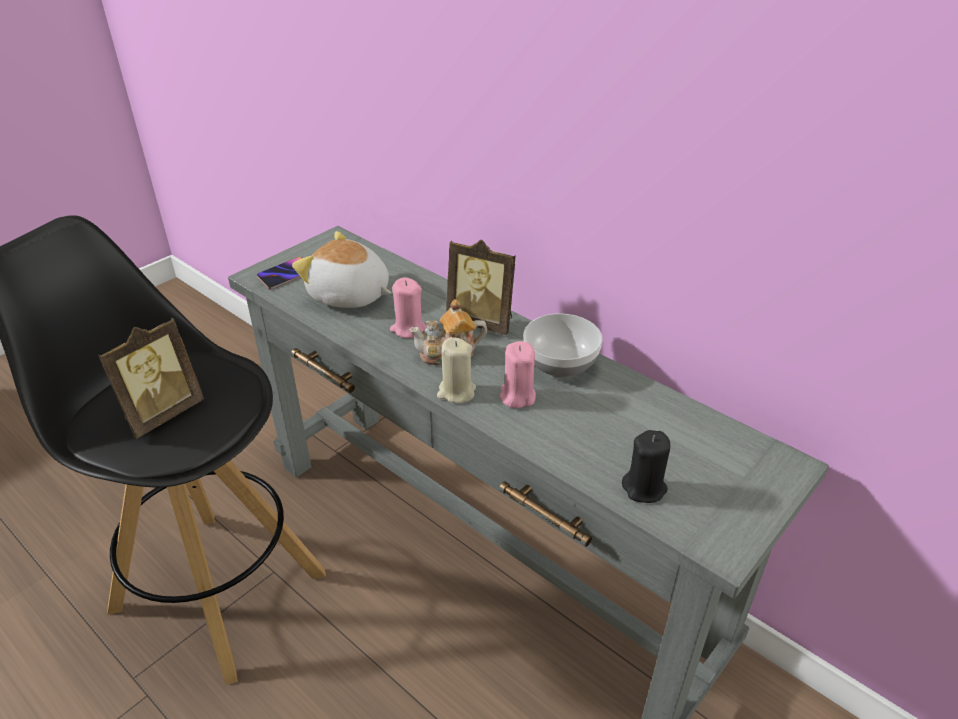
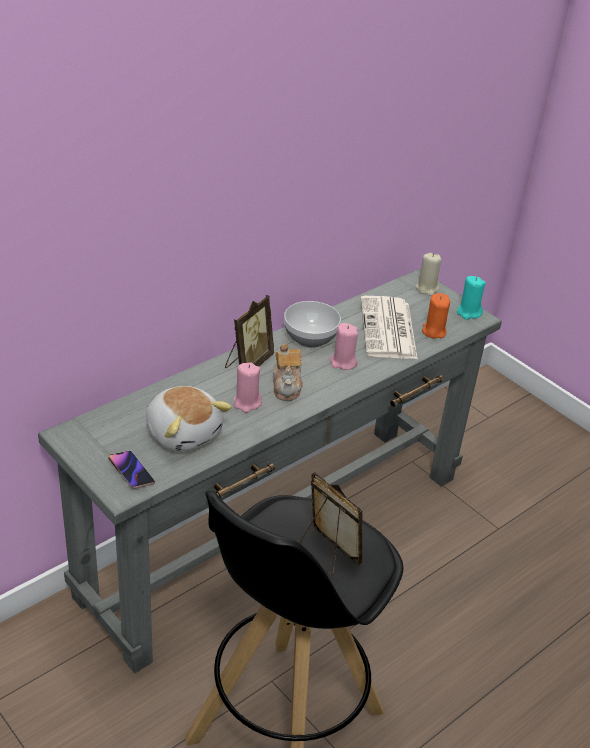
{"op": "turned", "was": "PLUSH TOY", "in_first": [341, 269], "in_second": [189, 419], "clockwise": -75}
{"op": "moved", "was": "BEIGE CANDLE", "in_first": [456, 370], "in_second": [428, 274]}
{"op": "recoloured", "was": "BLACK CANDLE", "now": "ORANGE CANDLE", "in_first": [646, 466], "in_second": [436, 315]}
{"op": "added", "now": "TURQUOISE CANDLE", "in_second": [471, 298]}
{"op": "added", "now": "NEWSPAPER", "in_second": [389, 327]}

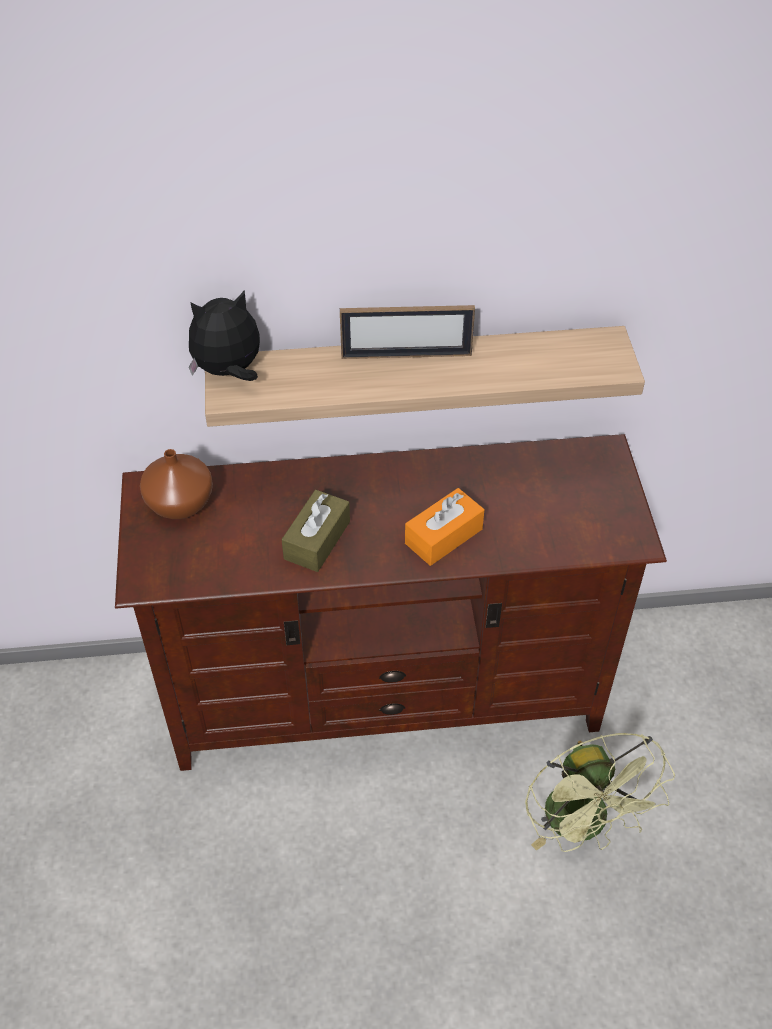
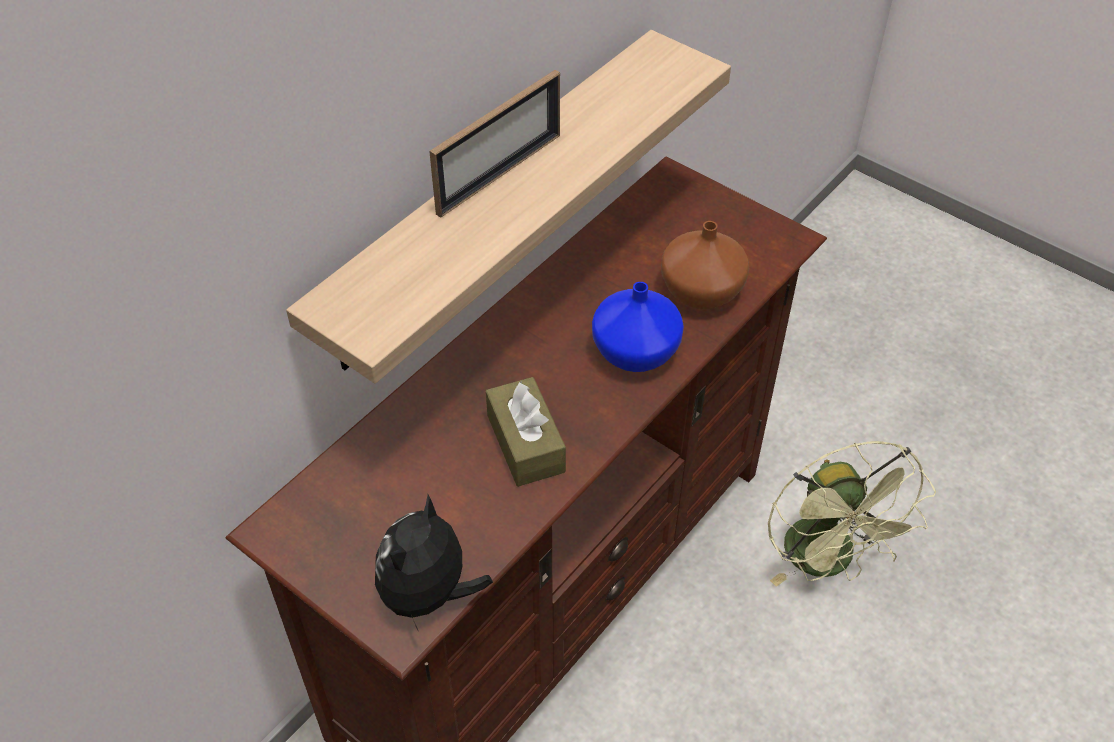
{"op": "moved", "was": "PLUSH TOY", "in_first": [224, 336], "in_second": [434, 563]}
{"op": "moved", "was": "BROWN VASE", "in_first": [176, 484], "in_second": [705, 265]}
{"op": "replaced", "was": "ORANGE TISSUE BOX", "now": "BLUE VASE", "in_first": [444, 527], "in_second": [638, 327]}
{"op": "turned", "was": "GREEN FAN", "in_first": [600, 792], "in_second": [852, 514], "clockwise": 45}

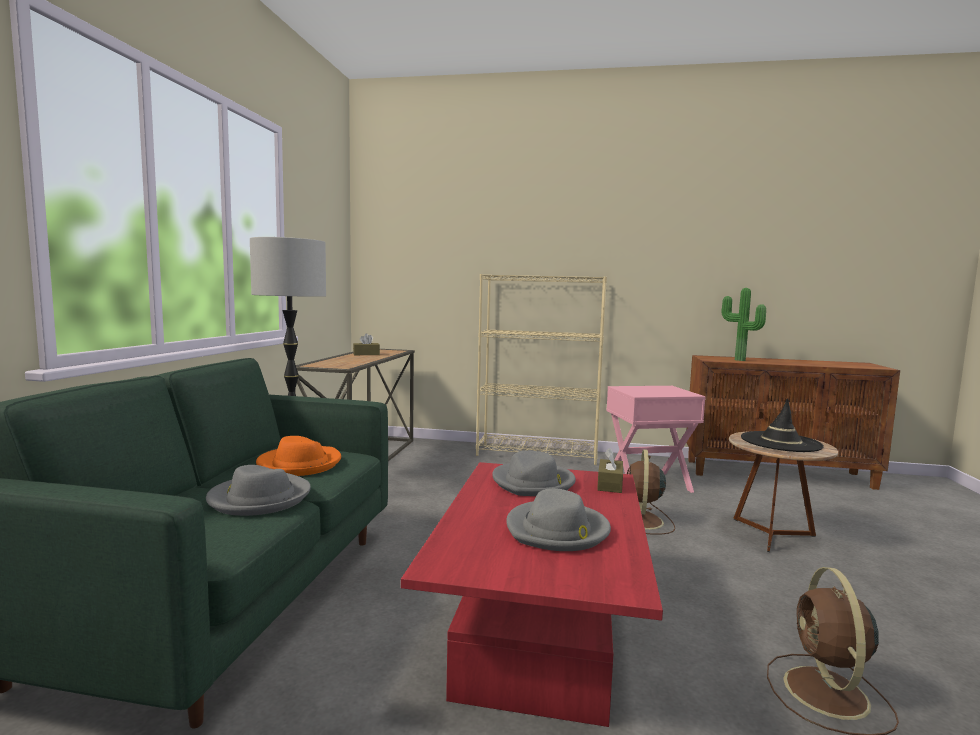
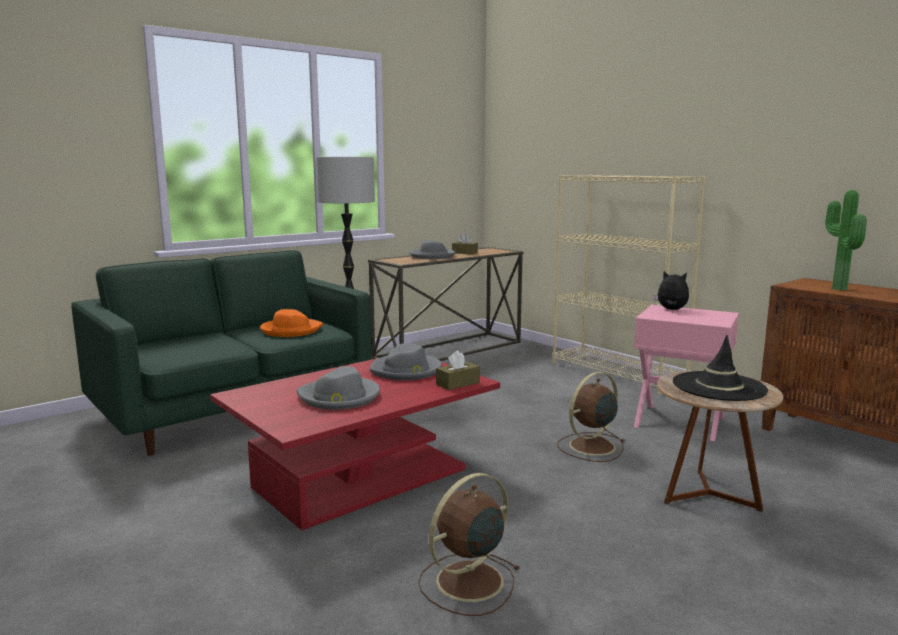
{"op": "moved", "was": "GREY HAT", "in_first": [258, 490], "in_second": [433, 249]}
{"op": "added", "now": "PLUSH TOY", "in_second": [671, 290]}

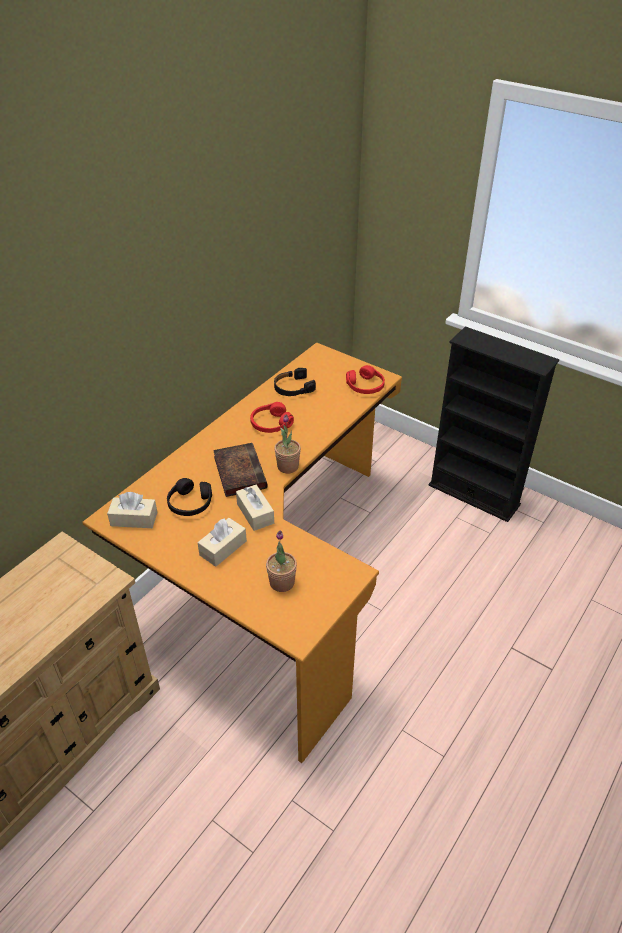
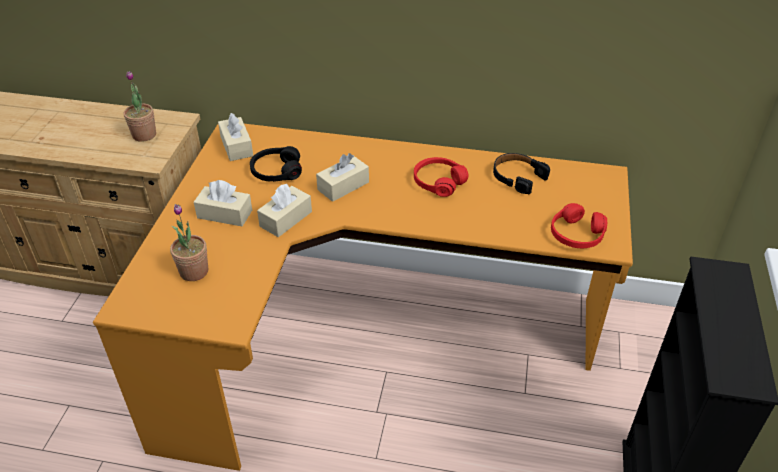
{"op": "moved", "was": "POTTED PLANT", "in_first": [287, 444], "in_second": [140, 106]}
{"op": "replaced", "was": "BOOK", "now": "BEIGE TISSUE BOX", "in_first": [240, 470], "in_second": [342, 177]}

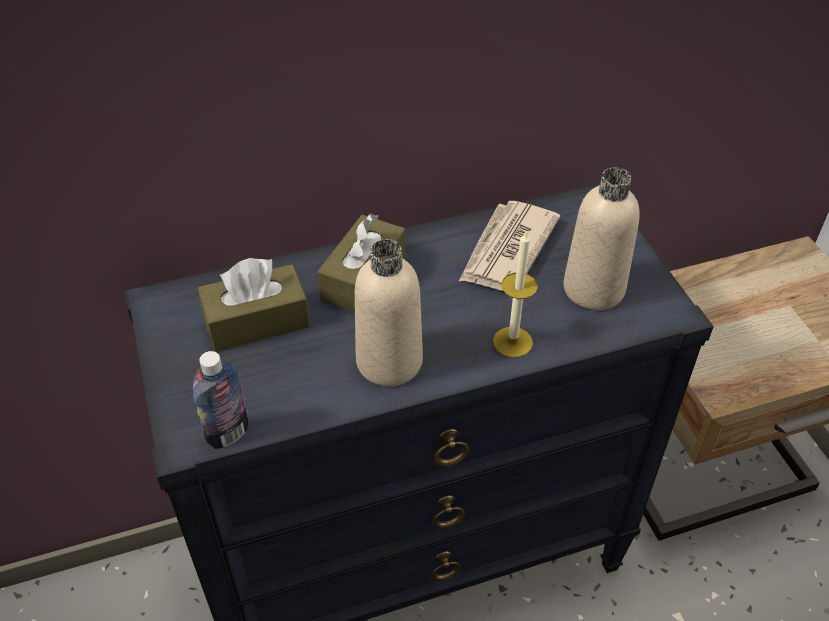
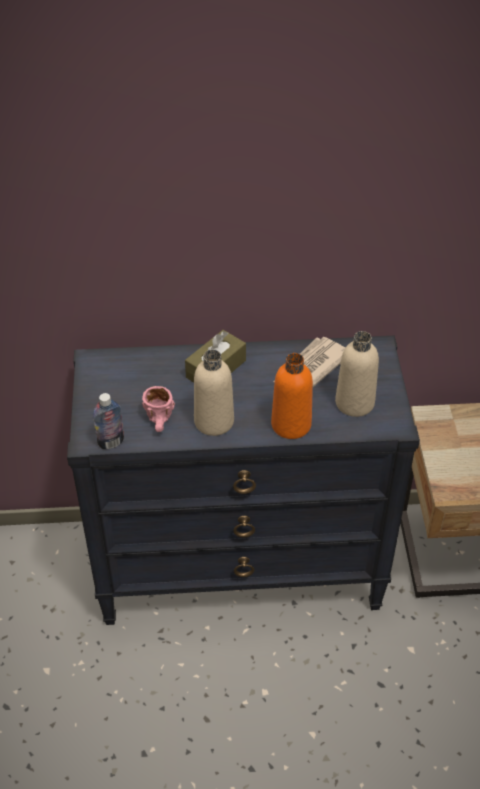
{"op": "replaced", "was": "CANDLE", "now": "ORANGE BOTTLE", "in_first": [515, 295], "in_second": [292, 396]}
{"op": "removed", "was": "BROWN TISSUE BOX", "in_first": [254, 304]}
{"op": "added", "now": "PINK MUG", "in_second": [158, 409]}

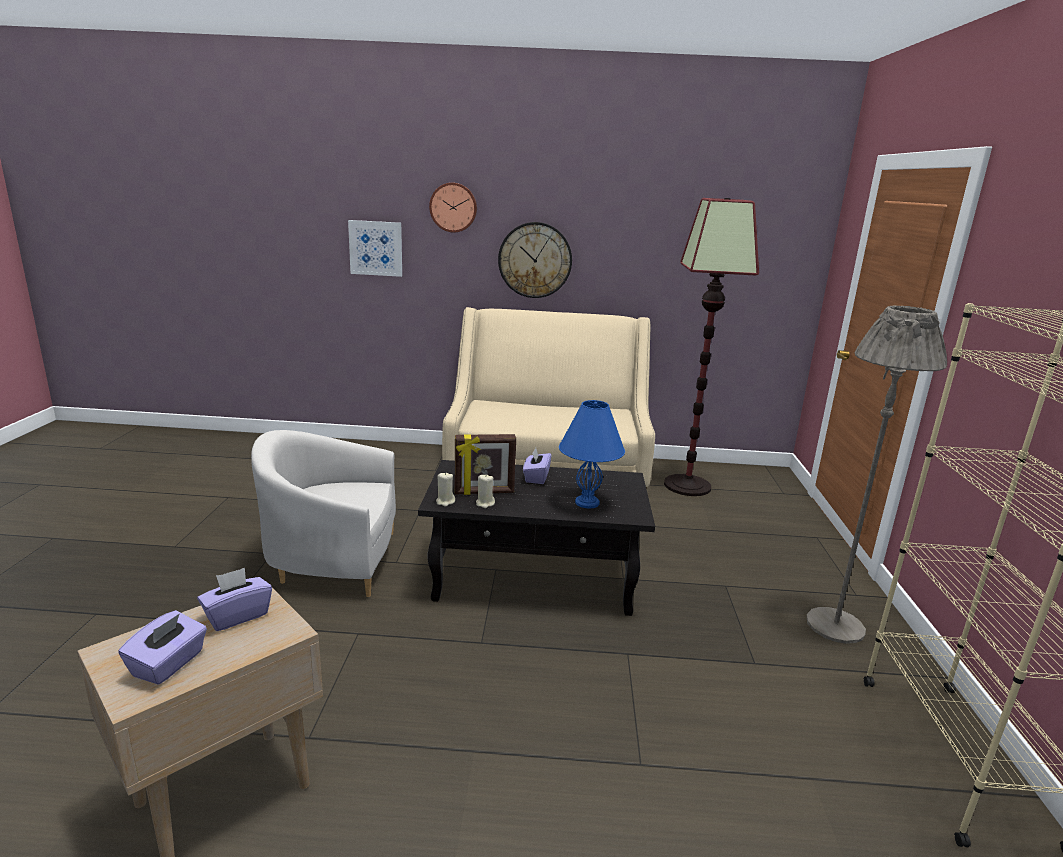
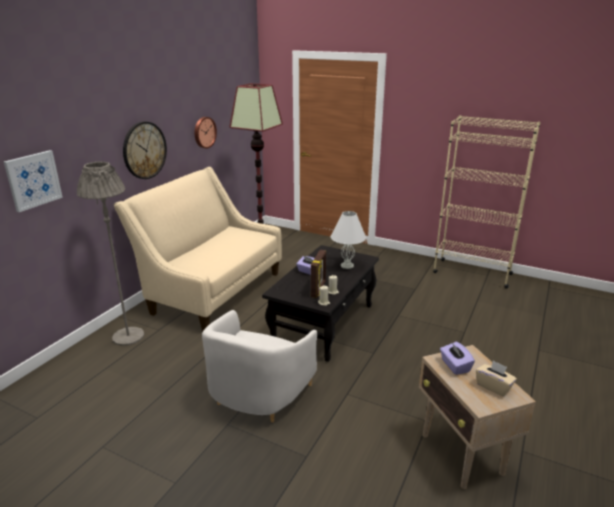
{"op": "moved", "was": "WALL CLOCK", "in_first": [453, 207], "in_second": [206, 133]}
{"op": "moved", "was": "GREY FLOOR LAMP", "in_first": [877, 474], "in_second": [110, 253]}
{"op": "recoloured", "was": "BLUE TABLE LAMP", "now": "WHITE TABLE LAMP", "in_first": [592, 454], "in_second": [348, 240]}
{"op": "recoloured", "was": "PURPLE TISSUE BOX", "now": "BEIGE TISSUE BOX", "in_first": [162, 647], "in_second": [496, 378]}

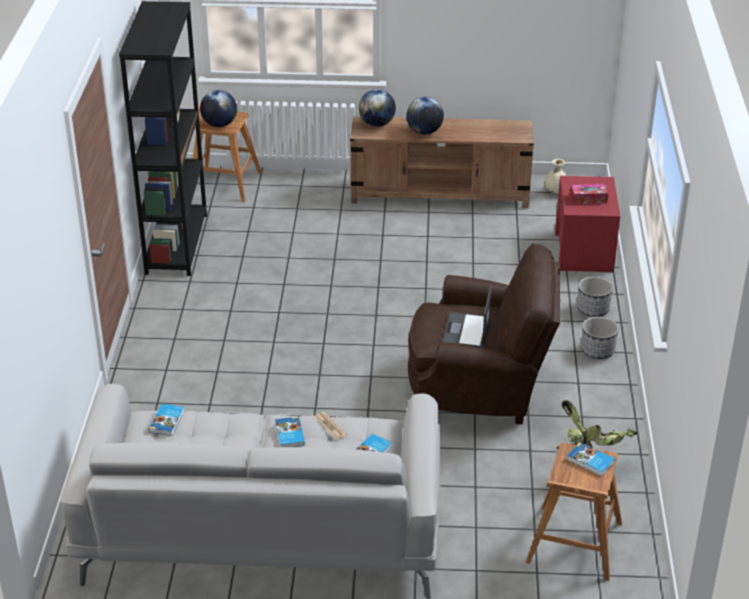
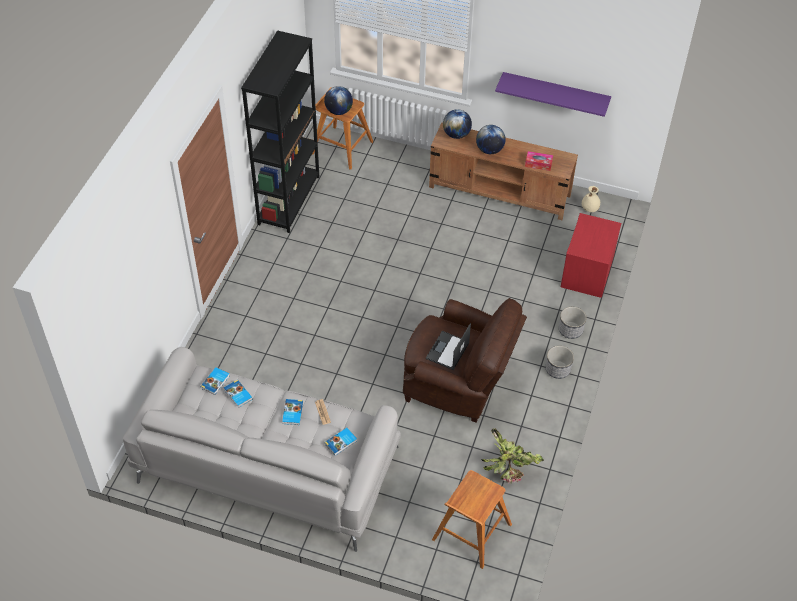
{"op": "moved", "was": "TISSUE BOX", "in_first": [589, 194], "in_second": [539, 161]}
{"op": "moved", "was": "BOOK", "in_first": [591, 459], "in_second": [238, 394]}
{"op": "added", "now": "PURPLE SHELF", "in_second": [553, 94]}

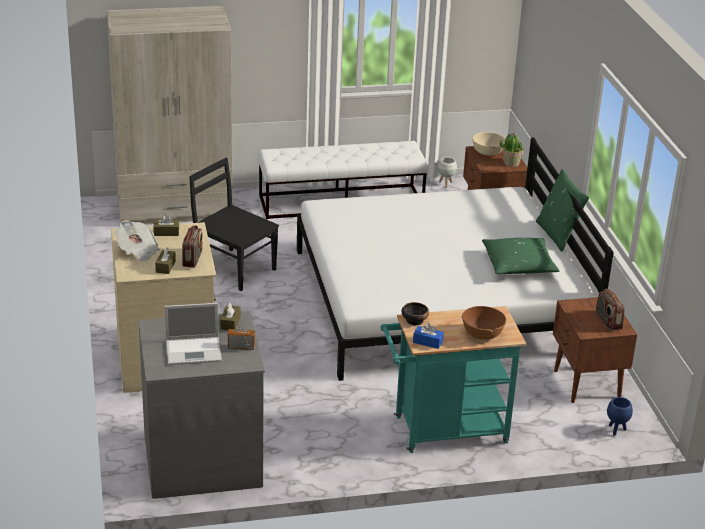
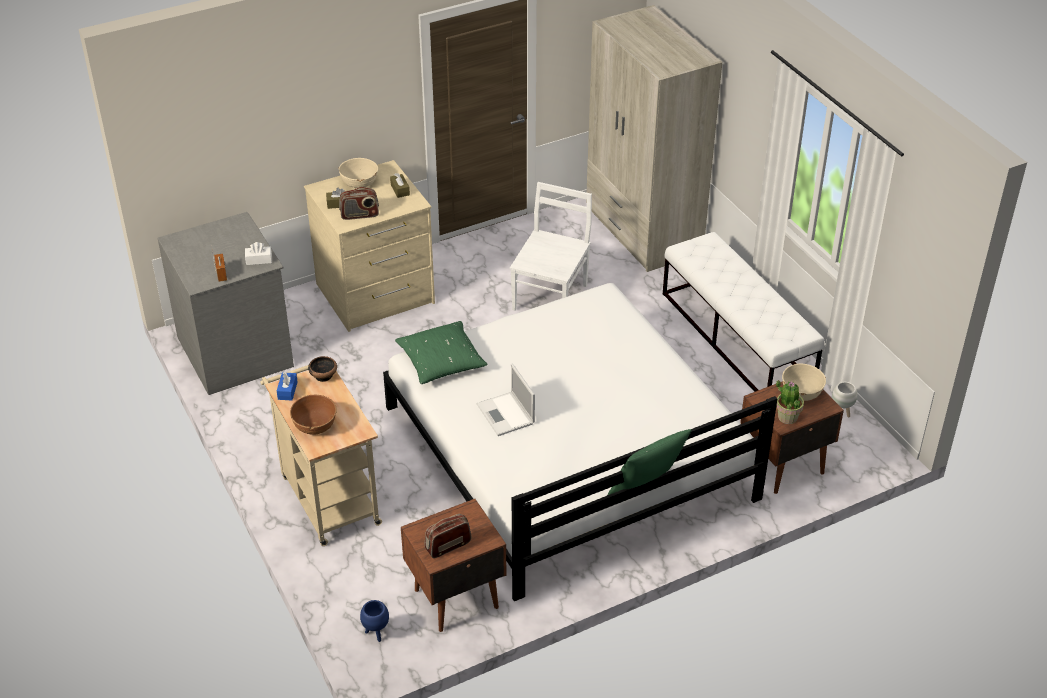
{"op": "recoloured", "was": "BLACK CHAIR", "now": "WHITE CHAIR", "in_first": [234, 224], "in_second": [551, 246]}
{"op": "replaced", "was": "NEWSPAPER", "now": "BEIGE BOWL", "in_first": [137, 241], "in_second": [358, 173]}
{"op": "moved", "was": "GREEN PILLOW", "in_first": [520, 256], "in_second": [441, 352]}
{"op": "moved", "was": "LAPTOP", "in_first": [193, 334], "in_second": [506, 400]}
{"op": "recoloured", "was": "BROWN TISSUE BOX", "now": "WHITE TISSUE BOX", "in_first": [230, 316], "in_second": [258, 253]}
{"op": "recoloured", "was": "TURQUOISE CART", "now": "BEIGE CART", "in_first": [453, 379], "in_second": [321, 455]}

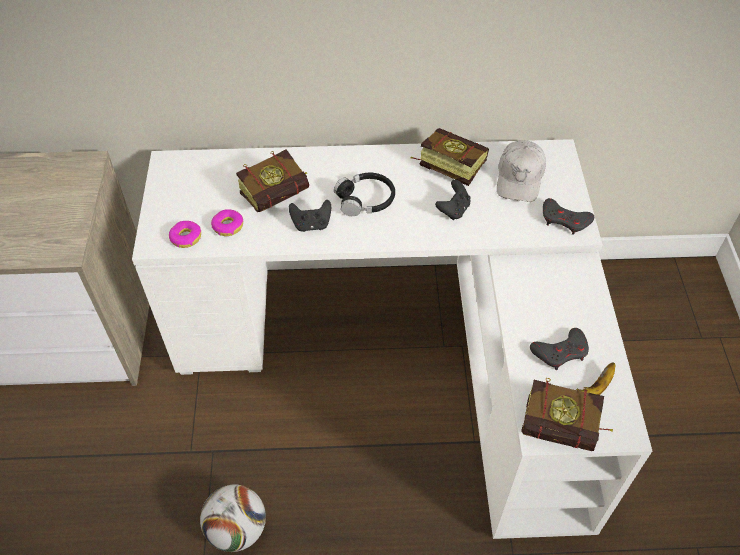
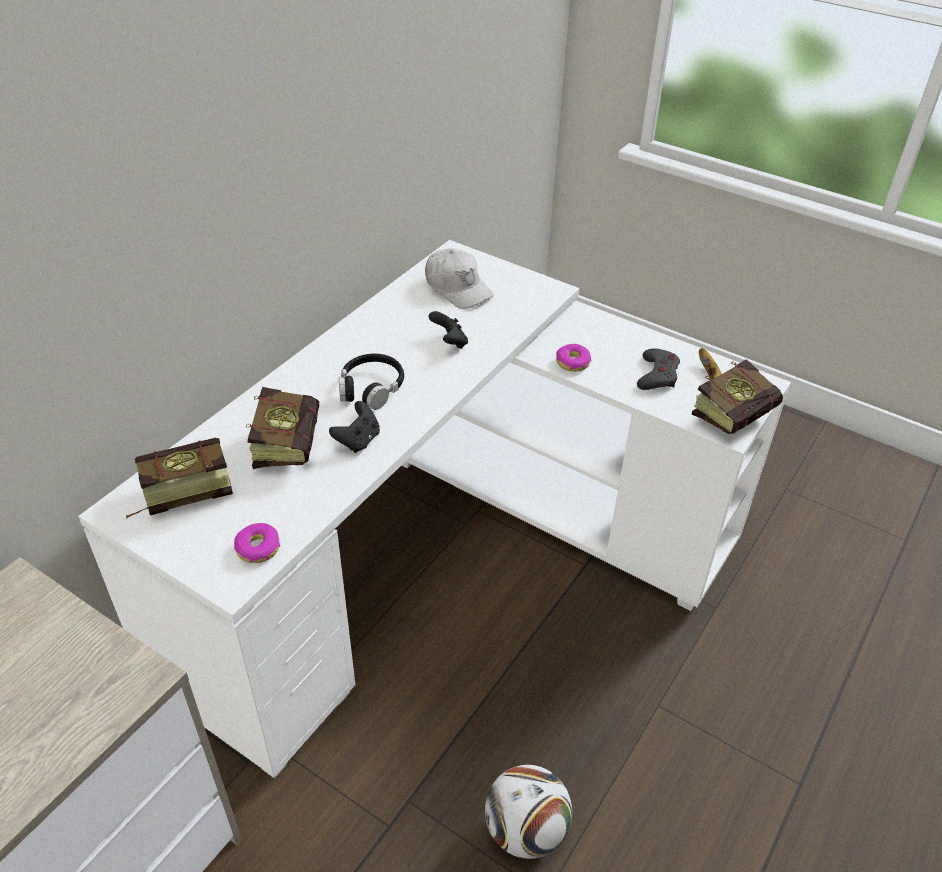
{"op": "moved", "was": "BOOK", "in_first": [449, 157], "in_second": [179, 478]}
{"op": "removed", "was": "GREY GAME CONTROLLER", "in_first": [568, 216]}
{"op": "moved", "was": "DONUT", "in_first": [227, 222], "in_second": [573, 358]}

